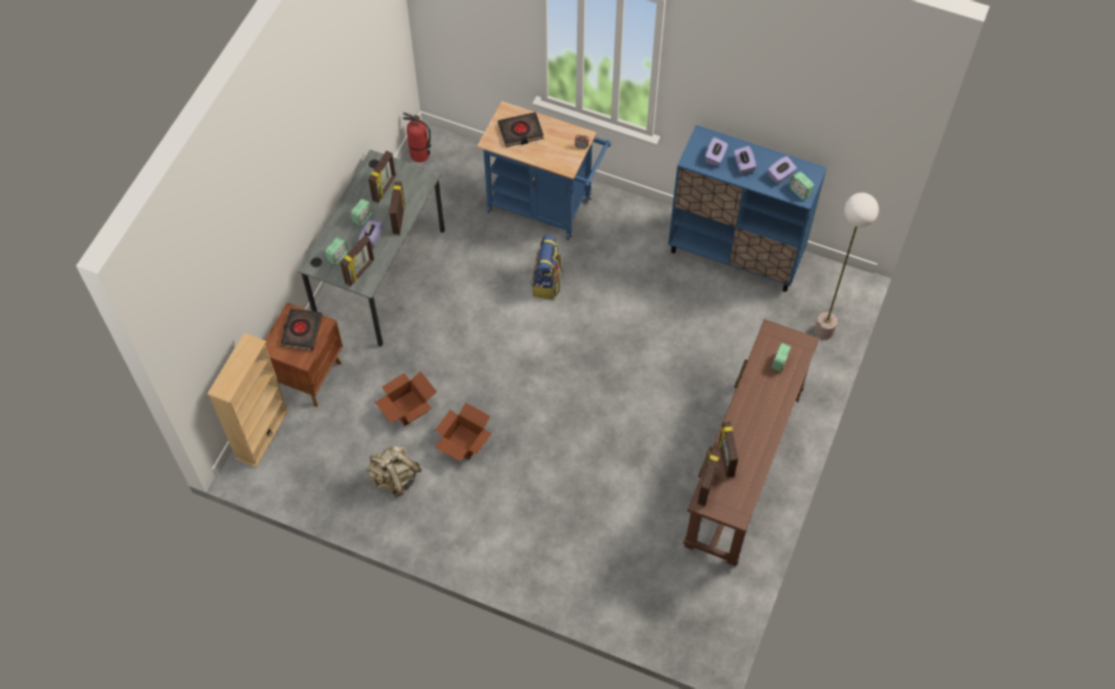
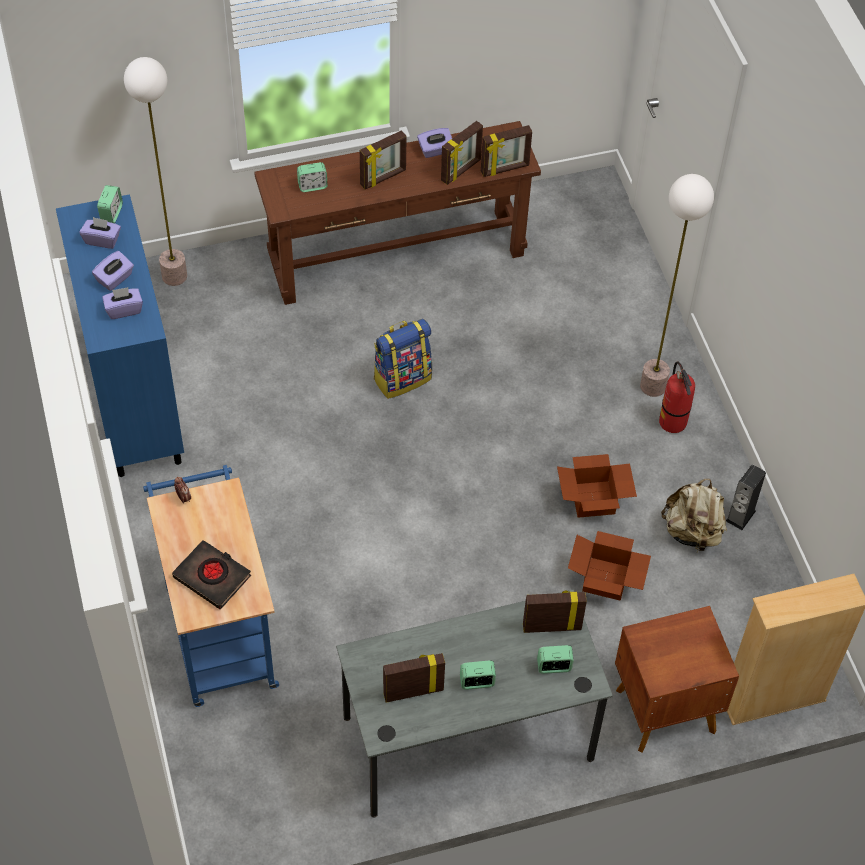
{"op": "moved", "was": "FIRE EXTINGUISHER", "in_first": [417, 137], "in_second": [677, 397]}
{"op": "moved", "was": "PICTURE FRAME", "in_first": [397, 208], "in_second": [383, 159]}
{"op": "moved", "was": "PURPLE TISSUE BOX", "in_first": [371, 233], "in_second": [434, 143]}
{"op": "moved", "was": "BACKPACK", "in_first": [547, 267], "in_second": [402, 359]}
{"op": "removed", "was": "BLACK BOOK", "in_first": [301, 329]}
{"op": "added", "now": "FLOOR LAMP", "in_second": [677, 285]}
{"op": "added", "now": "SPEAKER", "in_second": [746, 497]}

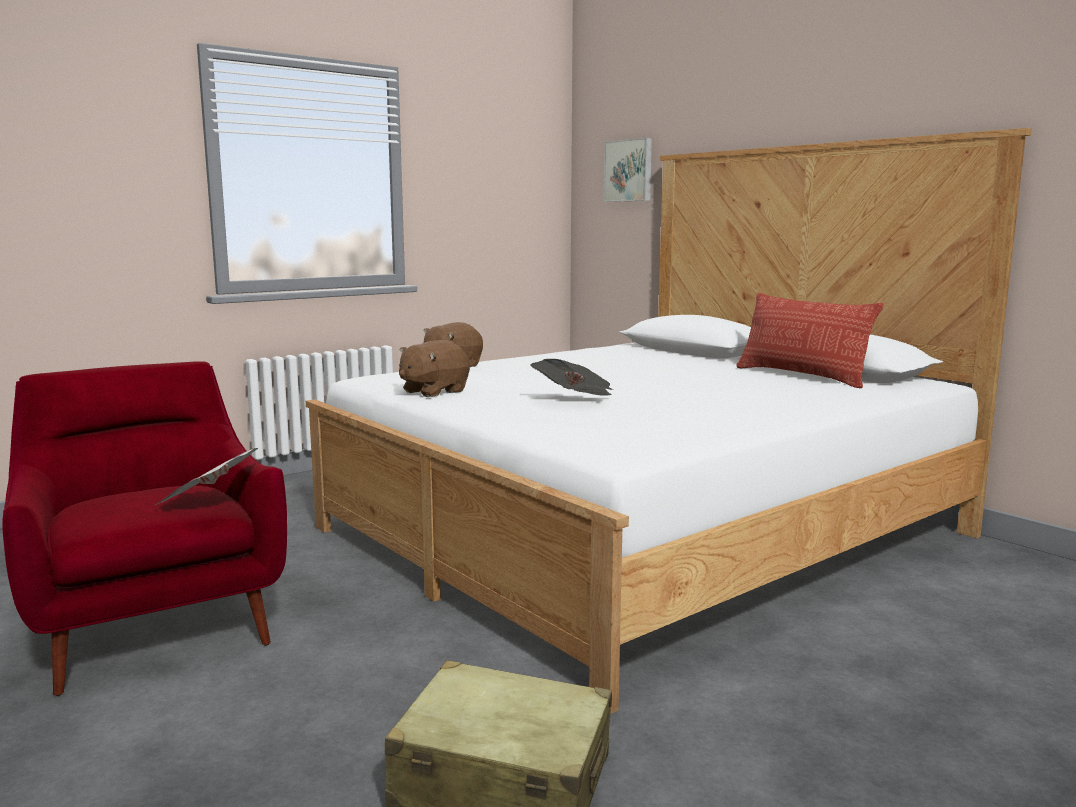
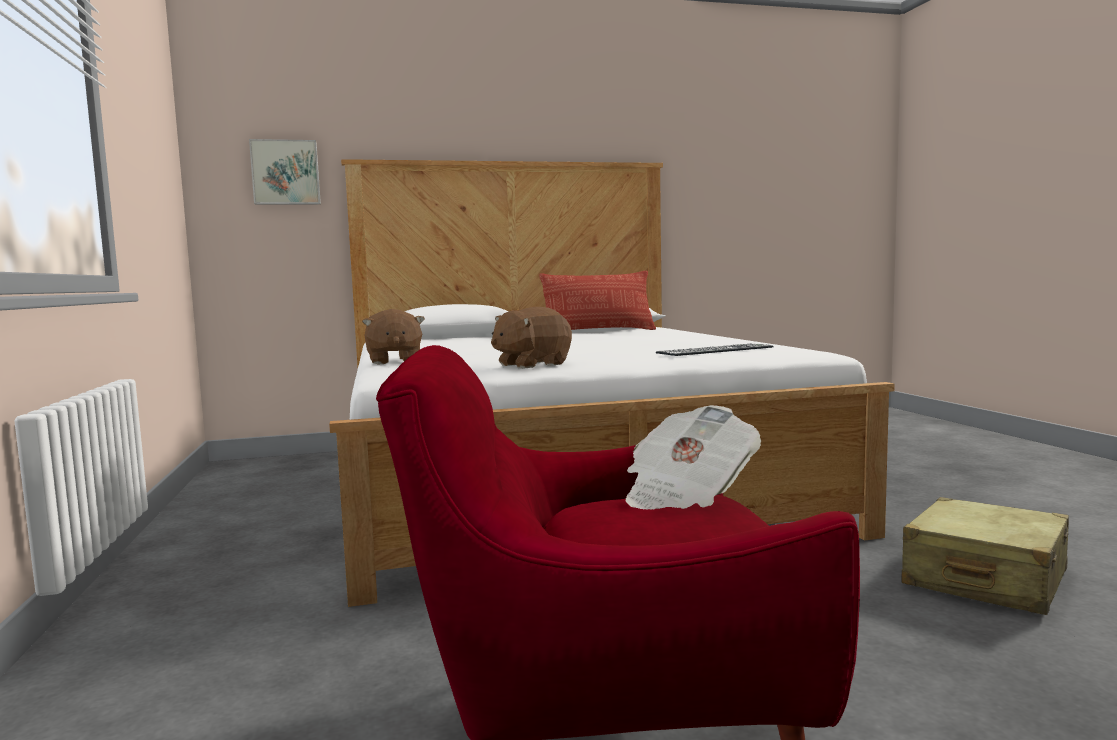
{"op": "turned", "was": "BROWN PLUSH TOY", "in_first": [434, 368], "in_second": [531, 338], "clockwise": 75}
{"op": "removed", "was": "NEWSPAPER", "in_first": [571, 377]}
{"op": "added", "now": "KEYBOARD", "in_second": [715, 350]}

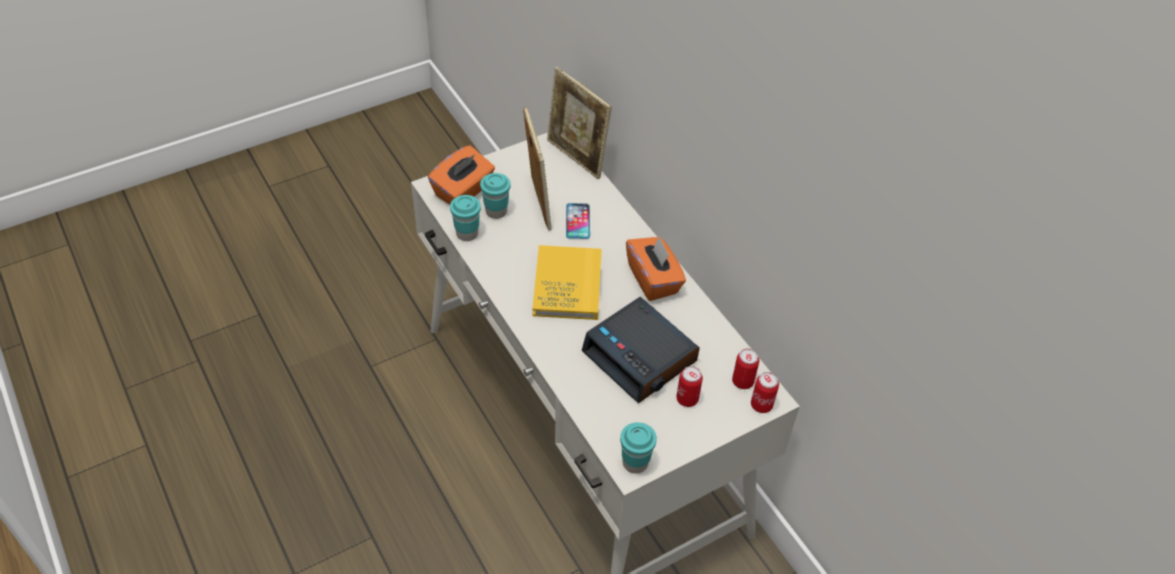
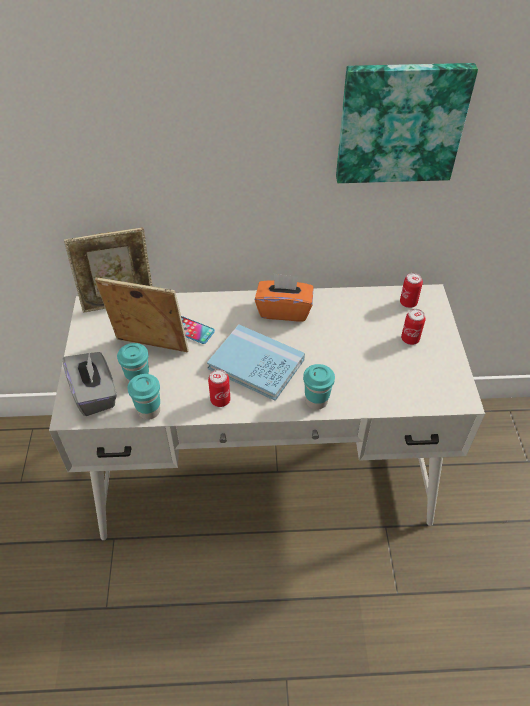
{"op": "recoloured", "was": "ORANGE TISSUE BOX", "now": "GREY TISSUE BOX", "in_first": [461, 174], "in_second": [90, 384]}
{"op": "recoloured", "was": "YELLOW BOOK", "now": "BLUE BOOK", "in_first": [567, 282], "in_second": [256, 362]}
{"op": "removed", "was": "ALARM CLOCK", "in_first": [641, 350]}
{"op": "moved", "was": "CAN", "in_first": [765, 392], "in_second": [219, 388]}
{"op": "moved", "was": "TURQUOISE CUP", "in_first": [638, 448], "in_second": [319, 387]}
{"op": "added", "now": "PICTURE", "in_second": [407, 123]}

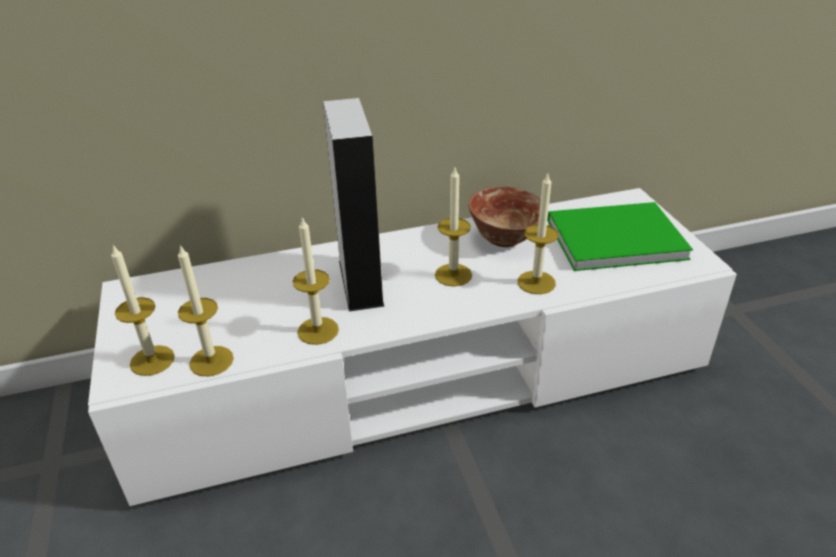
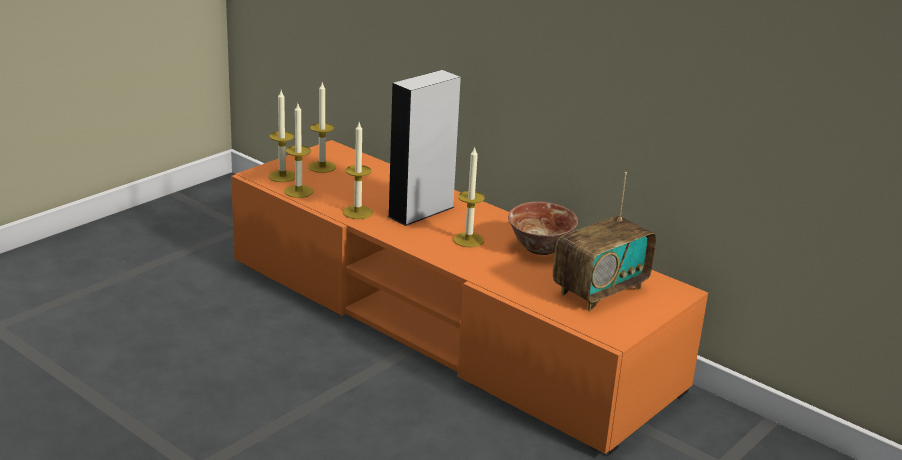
{"op": "moved", "was": "CANDLE", "in_first": [538, 234], "in_second": [322, 127]}
{"op": "recoloured", "was": "WHITE TV STAND", "now": "ORANGE TV STAND", "in_first": [412, 347], "in_second": [469, 298]}
{"op": "replaced", "was": "GREEN BOOK", "now": "RADIO", "in_first": [620, 236], "in_second": [604, 241]}

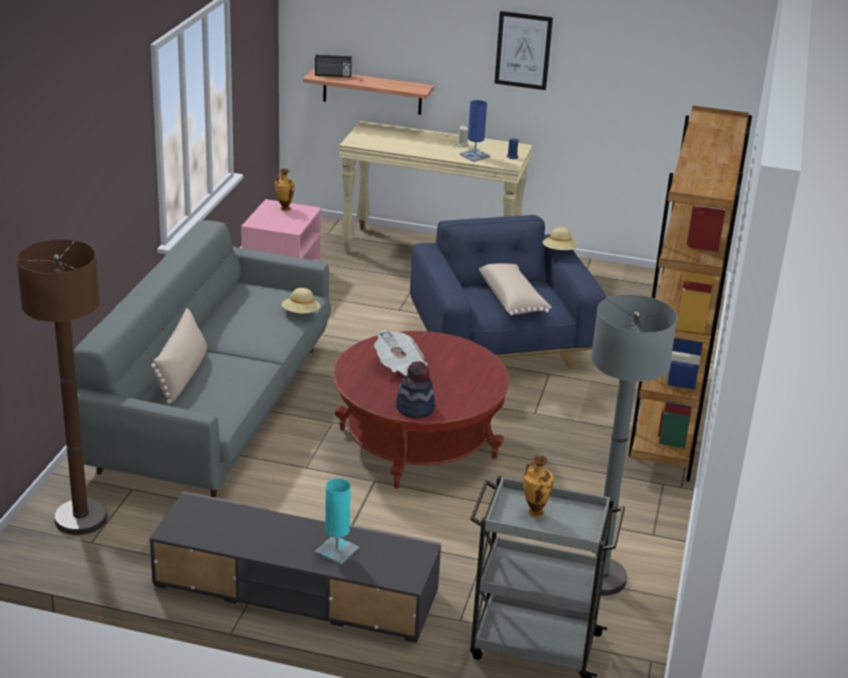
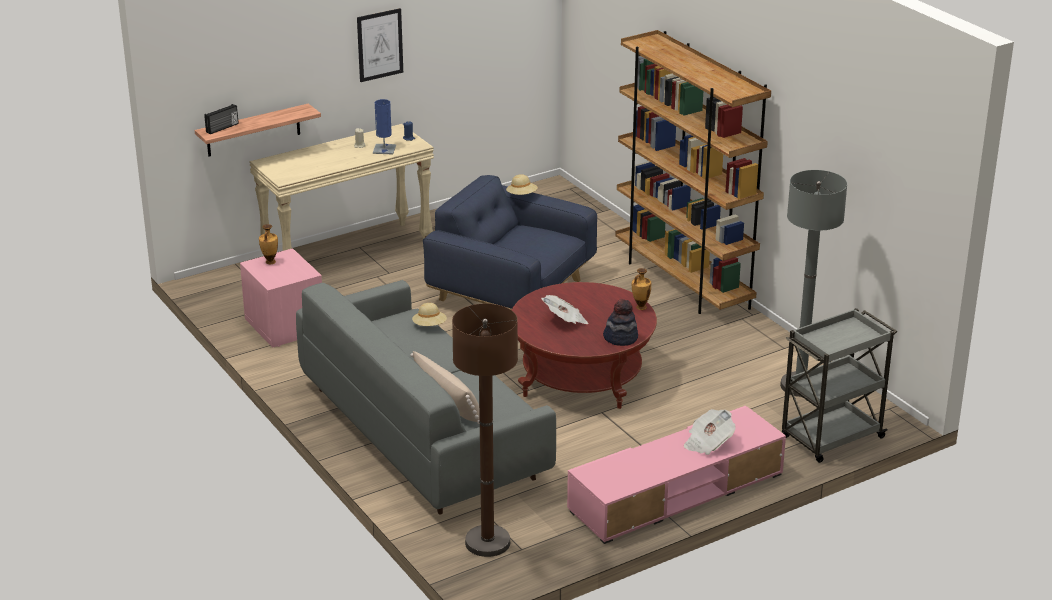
{"op": "removed", "was": "BEIGE PILLOW", "in_first": [515, 289]}
{"op": "moved", "was": "VASE", "in_first": [538, 486], "in_second": [641, 289]}
{"op": "replaced", "was": "TURQUOISE TABLE LAMP", "now": "NEWSPAPER", "in_first": [337, 521], "in_second": [710, 432]}
{"op": "recoloured", "was": "GREY TV STAND", "now": "PINK TV STAND", "in_first": [295, 567], "in_second": [676, 475]}

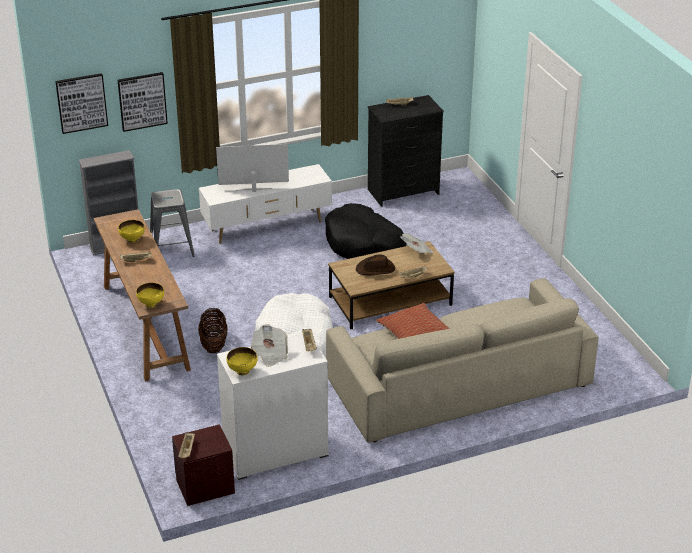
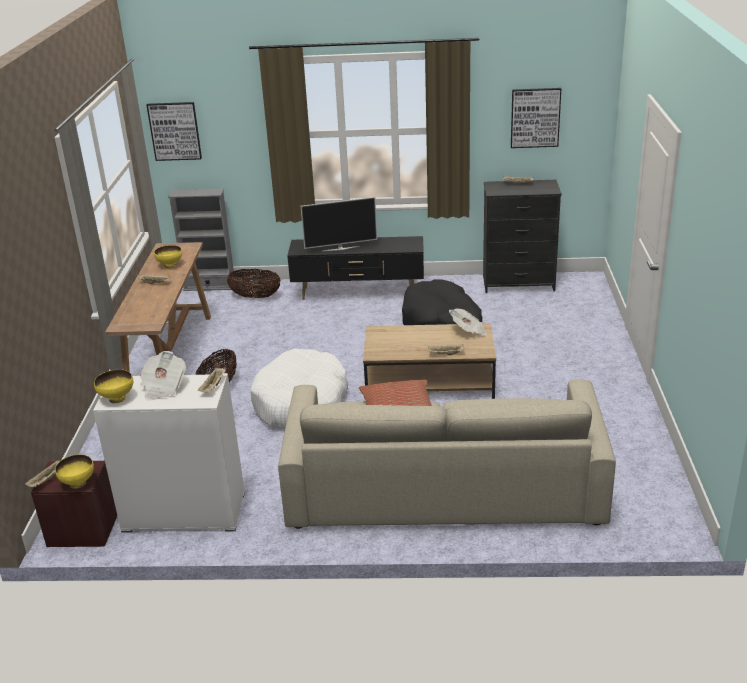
{"op": "moved", "was": "PICTURE", "in_first": [142, 102], "in_second": [536, 118]}
{"op": "turned", "was": "TELEVISION", "in_first": [252, 168], "in_second": [339, 224], "clockwise": 150}
{"op": "recoloured", "was": "WHITE TV STAND", "now": "BLACK TV STAND", "in_first": [265, 204], "in_second": [355, 268]}
{"op": "replaced", "was": "GREY STOOL", "now": "BASKET", "in_first": [172, 223], "in_second": [254, 283]}
{"op": "removed", "was": "BROWN HAT", "in_first": [375, 264]}
{"op": "moved", "was": "YELLOW BOWL", "in_first": [150, 295], "in_second": [74, 471]}

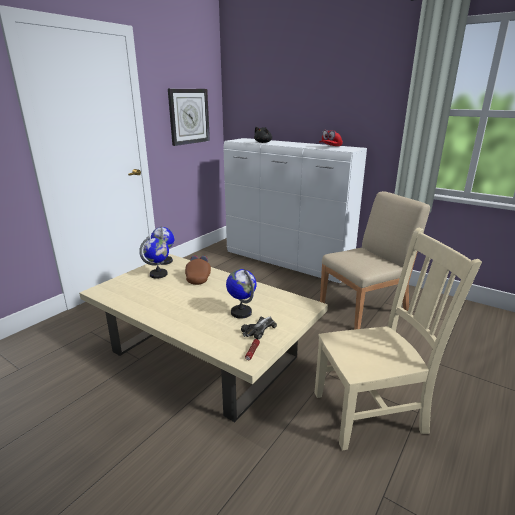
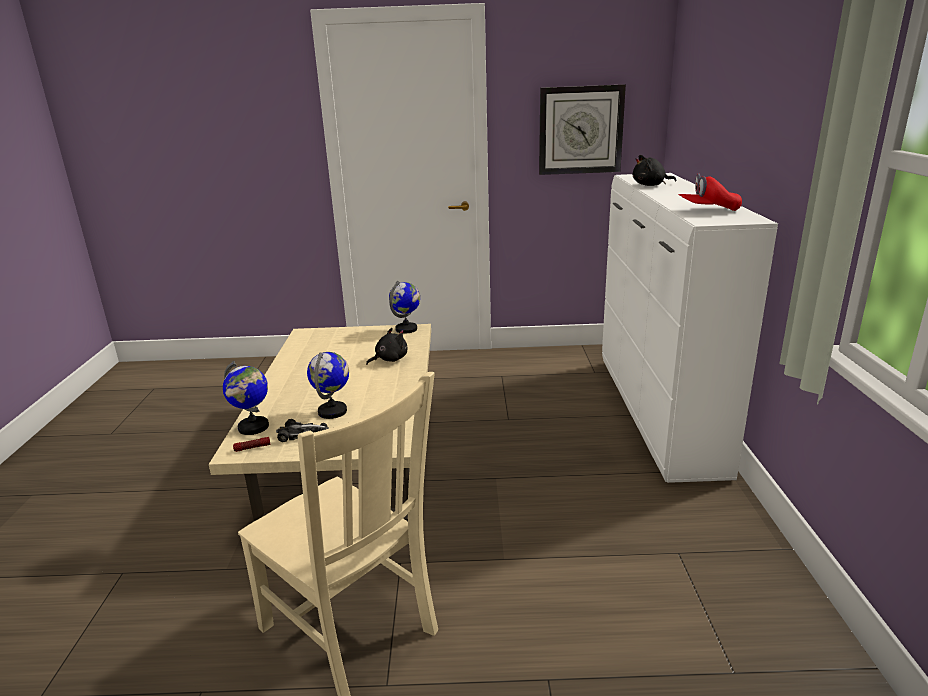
{"op": "removed", "was": "BEIGE CHAIR", "in_first": [375, 260]}
{"op": "moved", "was": "GLOBE", "in_first": [154, 257], "in_second": [246, 398]}
{"op": "replaced", "was": "BROWN CAP", "now": "BLACK PLUSH TOY", "in_first": [198, 270], "in_second": [387, 346]}

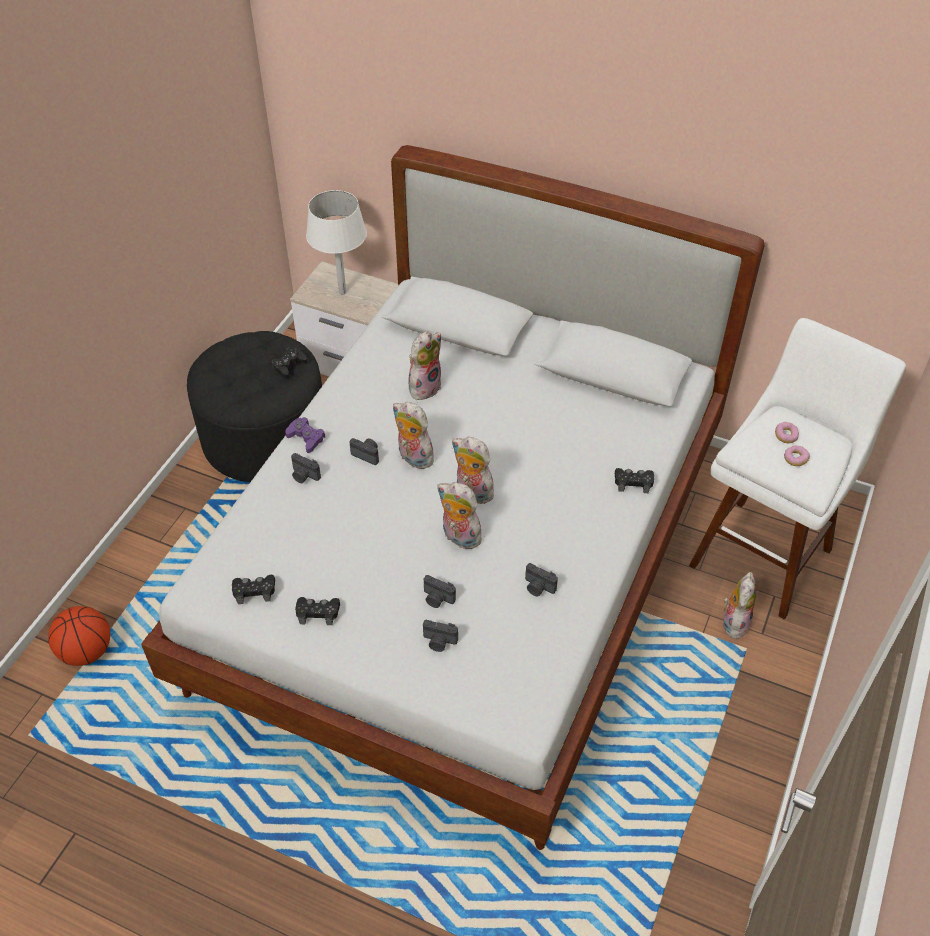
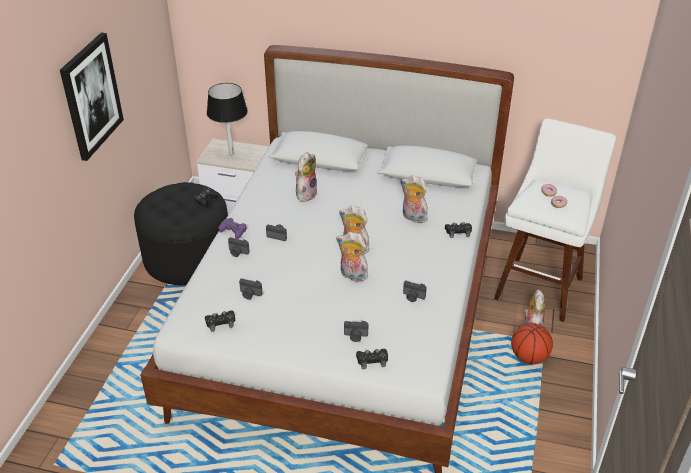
{"op": "recoloured", "was": "WHITE TABLE LAMP", "now": "BLACK TABLE LAMP", "in_first": [336, 242], "in_second": [227, 119]}
{"op": "moved", "was": "PLUSH TOY", "in_first": [413, 435], "in_second": [414, 199]}
{"op": "moved", "was": "PHOTO CAMERA", "in_first": [440, 591], "in_second": [251, 289]}
{"op": "moved", "was": "BLACK GAME CONTROLLER", "in_first": [317, 611], "in_second": [372, 359]}
{"op": "moved", "was": "BASKETBALL", "in_first": [79, 636], "in_second": [532, 343]}
{"op": "added", "now": "PICTURE", "in_second": [92, 97]}

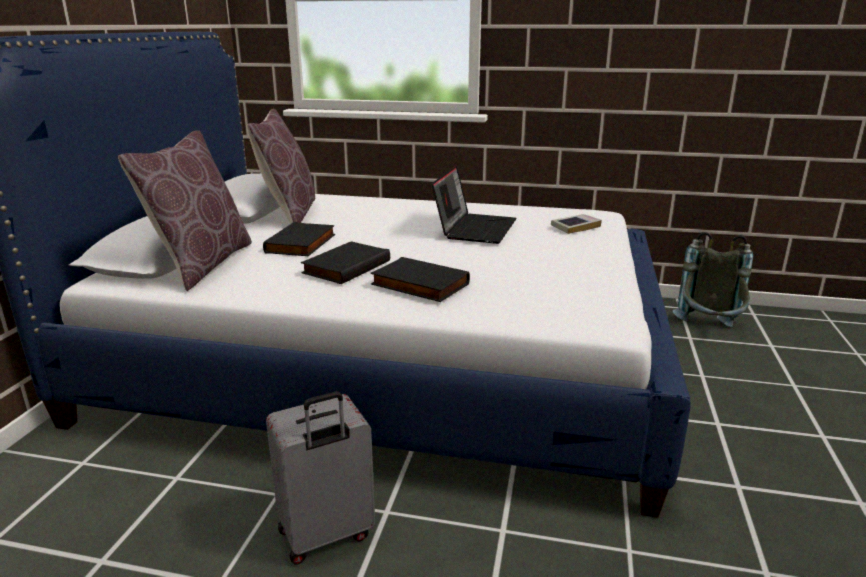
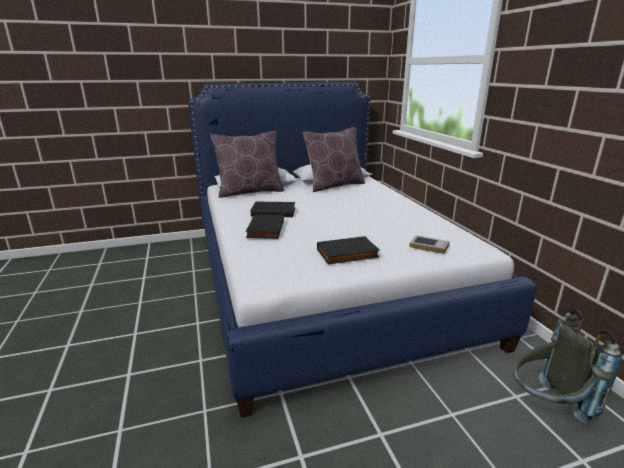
{"op": "removed", "was": "LAPTOP", "in_first": [474, 204]}
{"op": "moved", "was": "BLACK BOOK", "in_first": [299, 239], "in_second": [348, 250]}
{"op": "removed", "was": "GREY SUITCASE", "in_first": [320, 478]}

